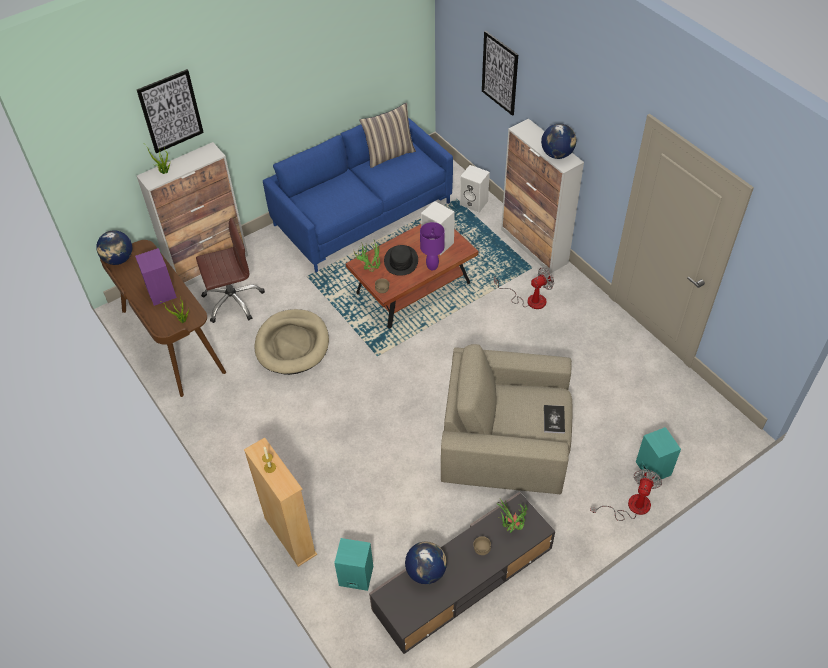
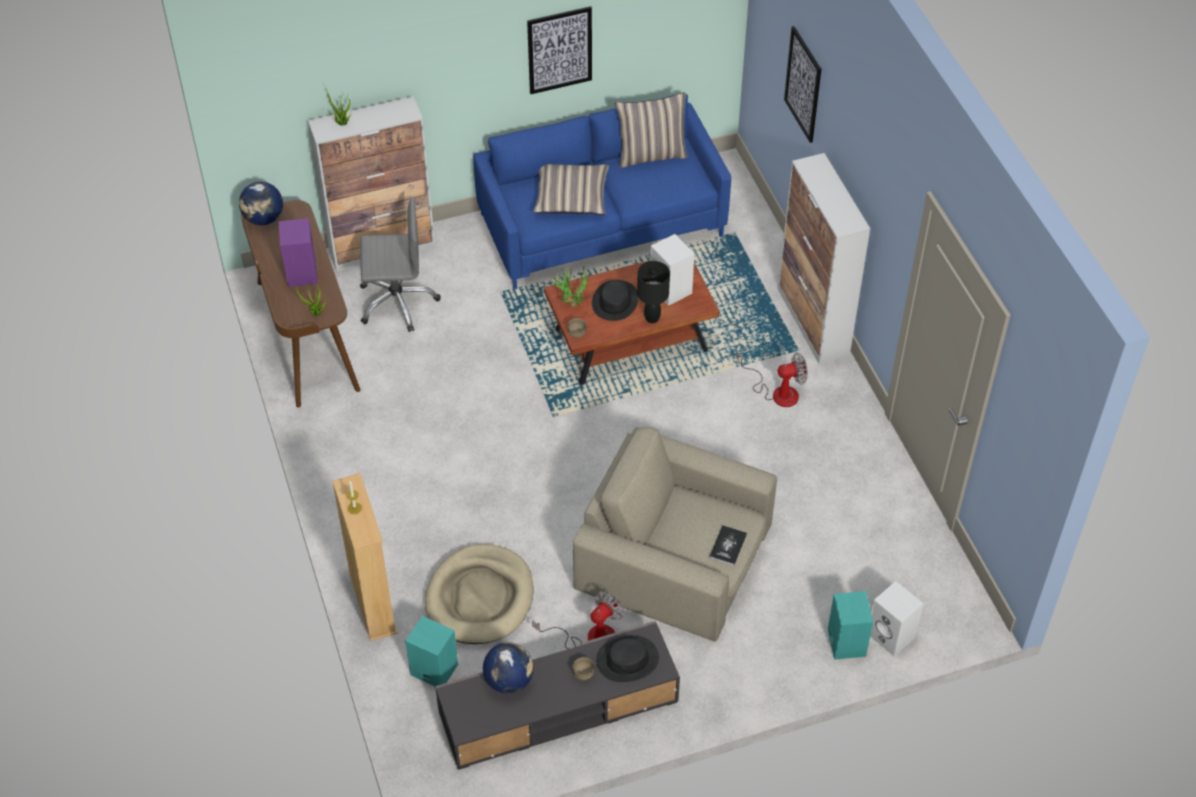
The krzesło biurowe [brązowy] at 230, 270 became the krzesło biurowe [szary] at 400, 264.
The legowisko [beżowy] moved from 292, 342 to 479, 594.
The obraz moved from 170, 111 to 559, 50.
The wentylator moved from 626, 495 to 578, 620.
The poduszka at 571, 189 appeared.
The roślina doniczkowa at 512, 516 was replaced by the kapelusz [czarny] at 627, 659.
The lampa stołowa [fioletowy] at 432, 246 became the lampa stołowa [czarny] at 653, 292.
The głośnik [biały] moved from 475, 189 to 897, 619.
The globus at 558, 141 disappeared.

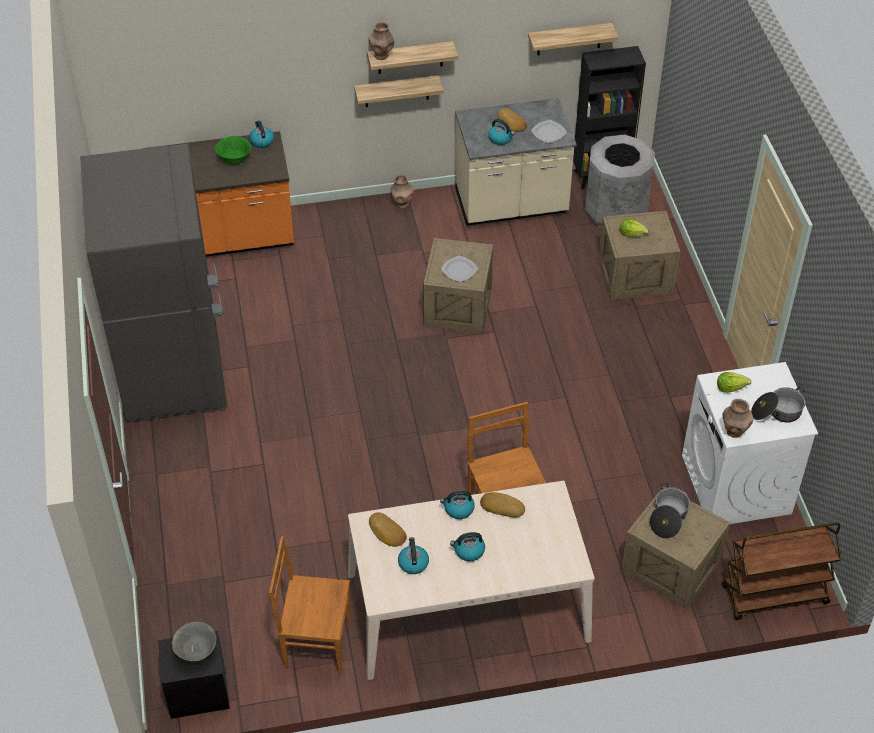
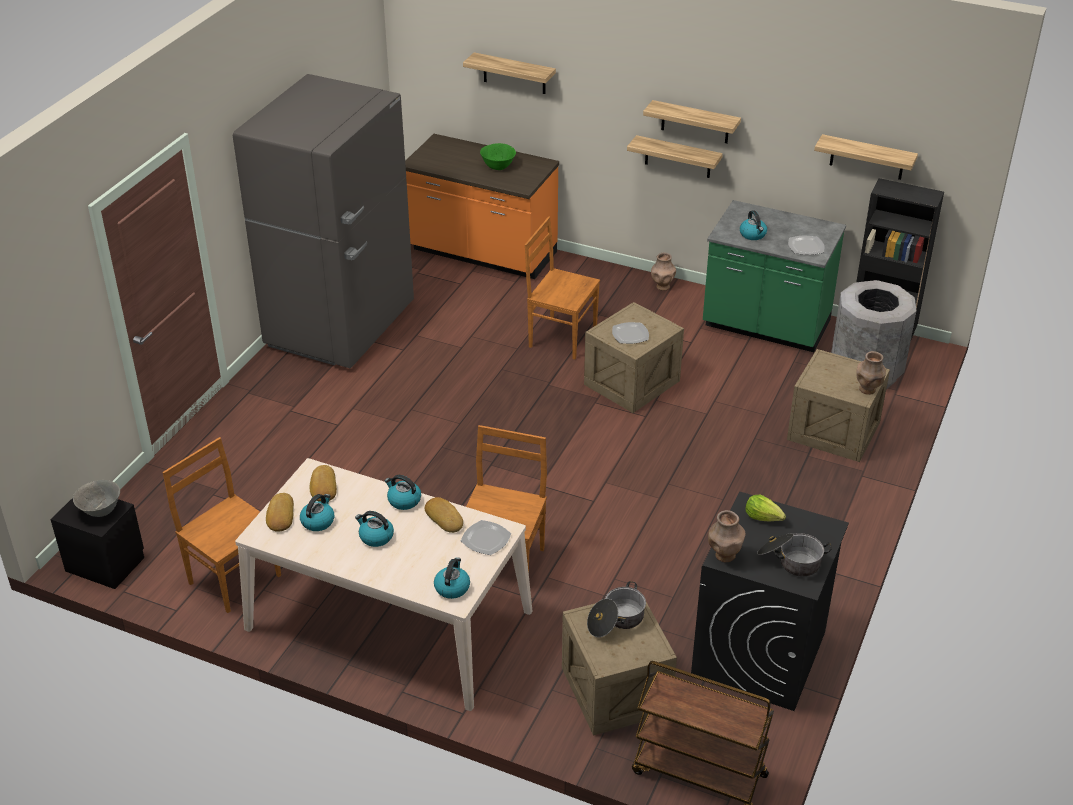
The chleb moved from 512, 120 to 280, 512.
The czajnik moved from 261, 134 to 452, 578.
The talerz at 486, 537 appeared.
The półka at 509, 73 appeared.
The krzesło [brązowy] at 562, 288 appeared.
The pralka [biały] at 750, 443 became the pralka [czarny] at 770, 601.
The zabudowa kuchenna [beżowy] at 516, 162 became the zabudowa kuchenna [zielony] at 774, 276.
The wazon [brązowy] moved from 381, 41 to 871, 373.
The sałata at 634, 227 disappeared.

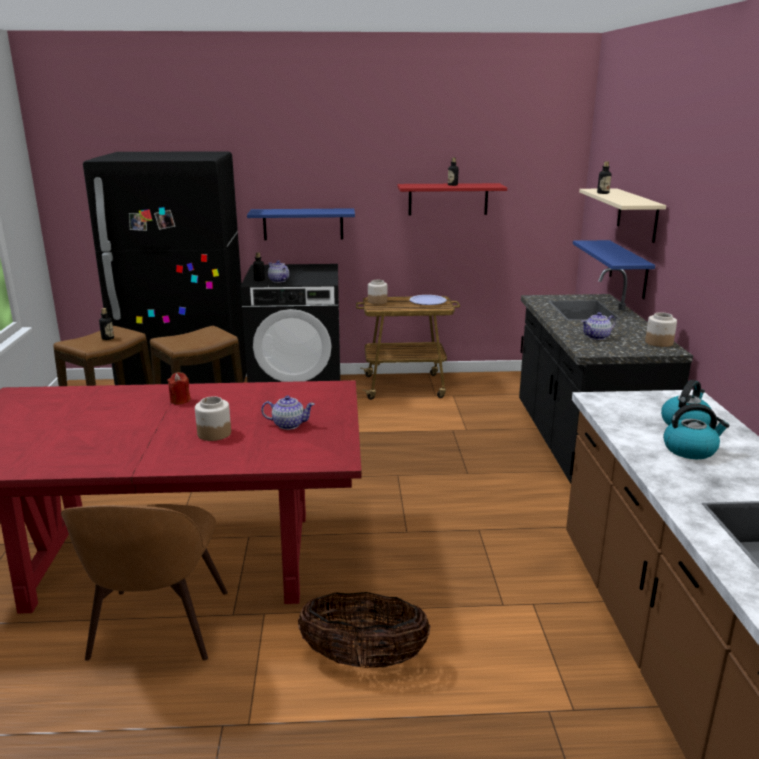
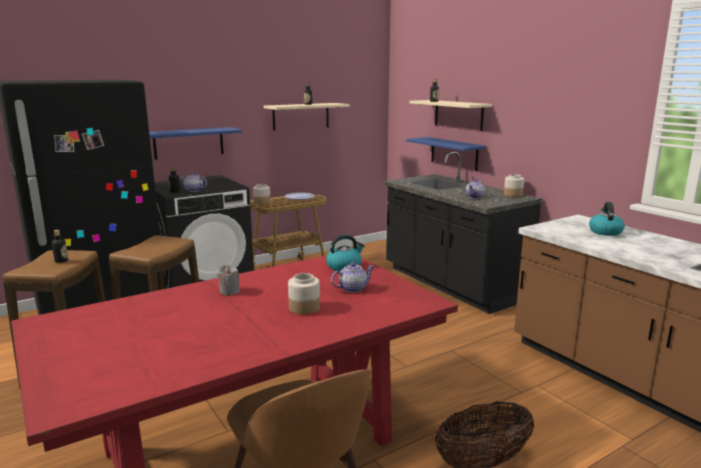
The świeca [czerwony] at 179, 388 became the świeca [szary] at 228, 280.
The półka [czerwony] at 452, 199 became the półka [beżowy] at 307, 117.
The czajnik moved from 696, 431 to 345, 252.

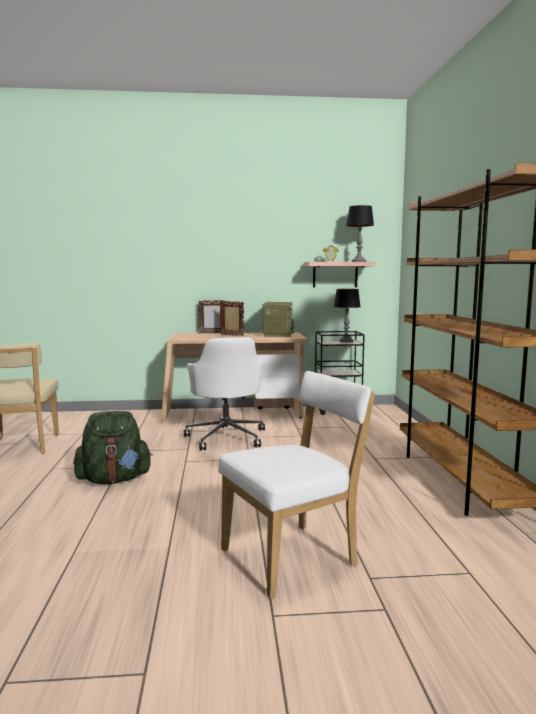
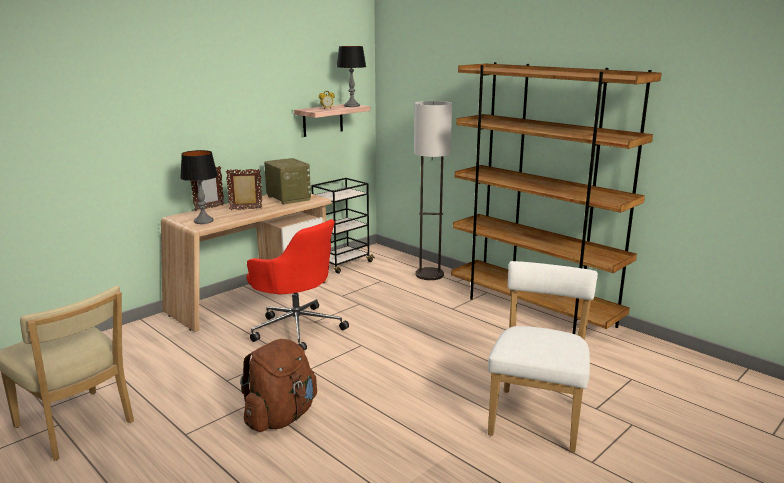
The lampa stołowa moved from 347, 315 to 199, 187.
The plecak [zielony] at 113, 447 became the plecak [brązowy] at 278, 385.
The krzesło biurowe [biały] at 224, 394 became the krzesło biurowe [czerwony] at 298, 284.
The lampa stojąca at 433, 190 appeared.

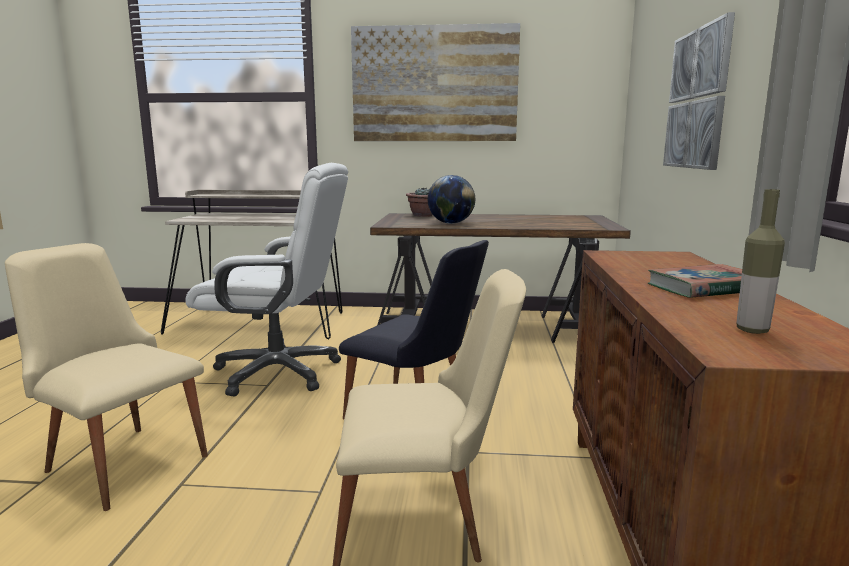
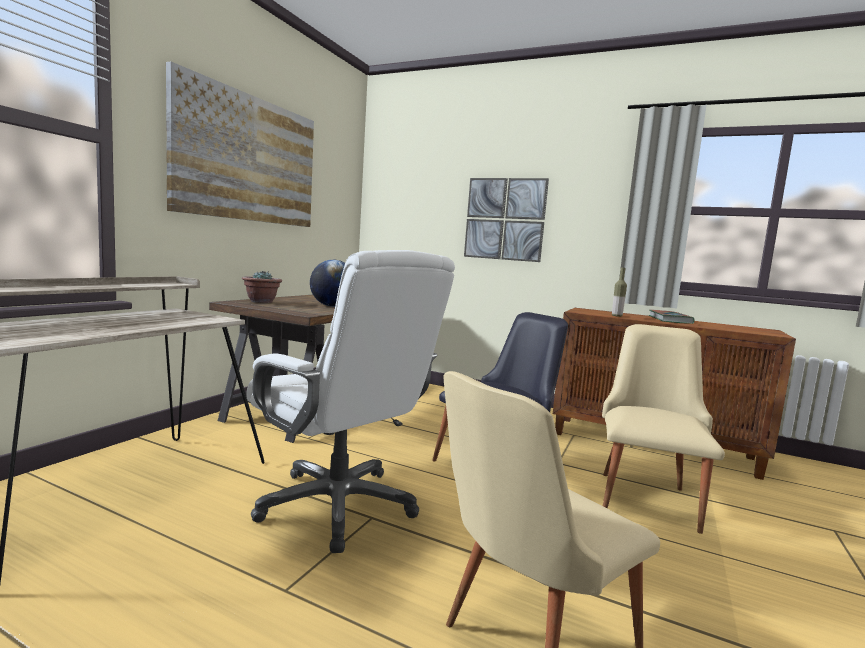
The krzesło biurowe [biały] at 266, 280 turned 105 degrees clockwise.
The butelka moved from 760, 261 to 619, 292.

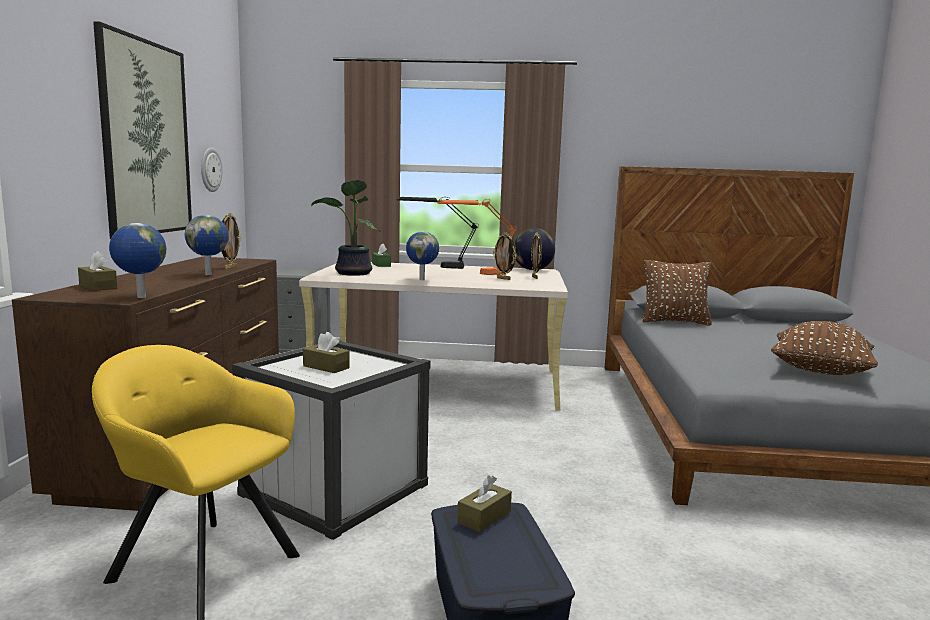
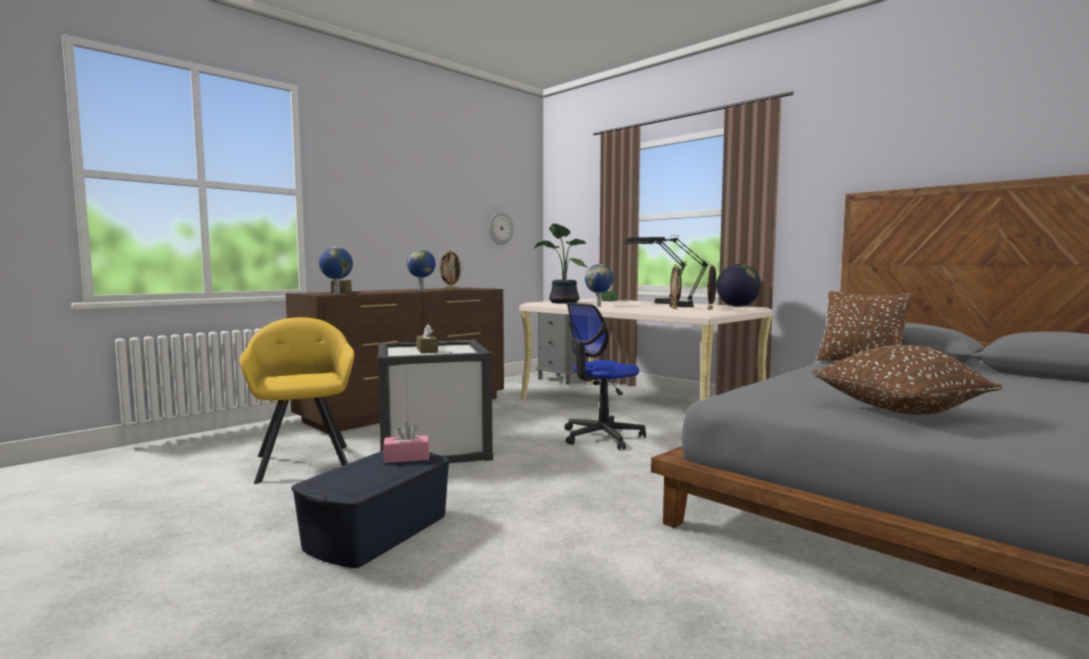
The pudełko chusteczek [brązowy] at 484, 504 became the pudełko chusteczek [różowy] at 406, 442.
The krzesło biurowe at 605, 376 appeared.
The lampa stołowa [pomarańczowy] at 477, 237 became the lampa stołowa [czarny] at 666, 271.
The obraz at 142, 130 disappeared.

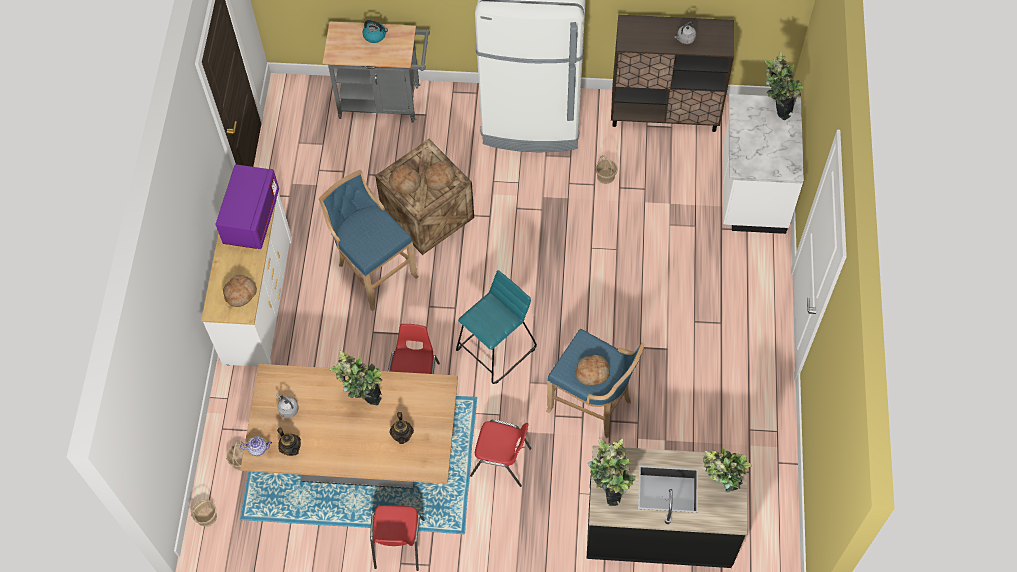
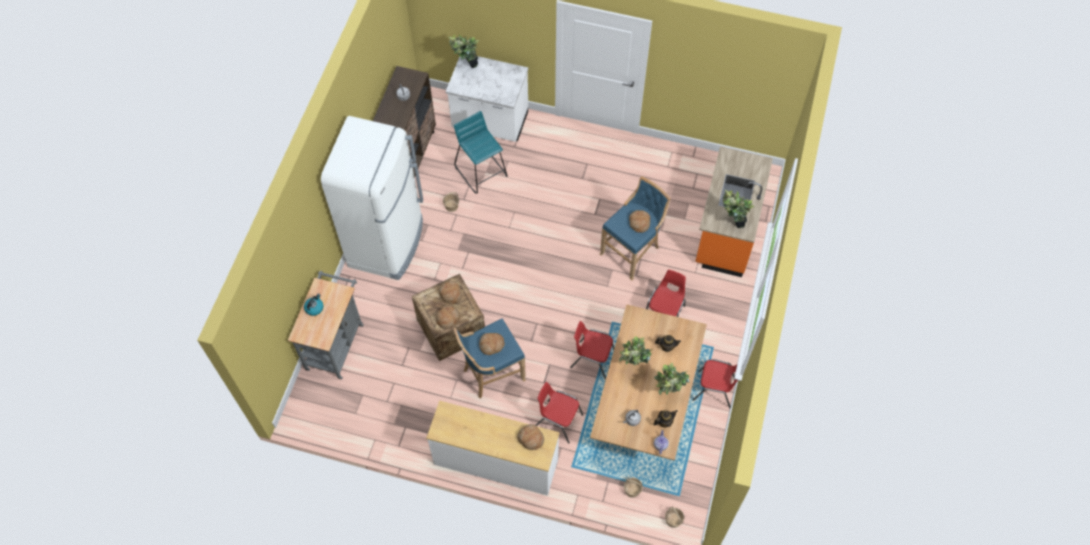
The stołek [turkusowy] moved from 496, 327 to 481, 152.
The chleb at 492, 344 appeared.
The krzesło [czerwony] at 559, 413 appeared.
The roślina doniczkowa moved from 727, 470 to 672, 379.
The zabudowa kuchenna [czarny] at 667, 507 became the zabudowa kuchenna [pomarańczowy] at 734, 211.
The mikrofalówka [fioletowy] at 247, 206 disappeared.

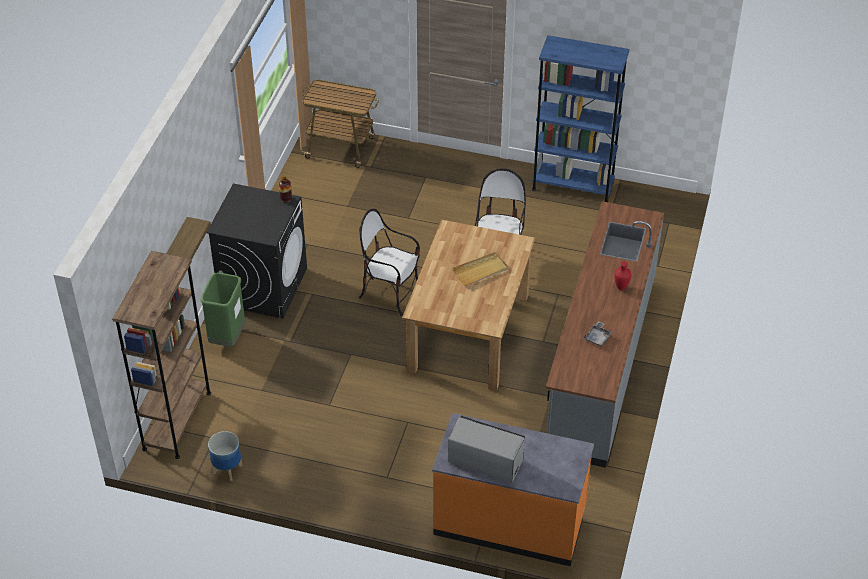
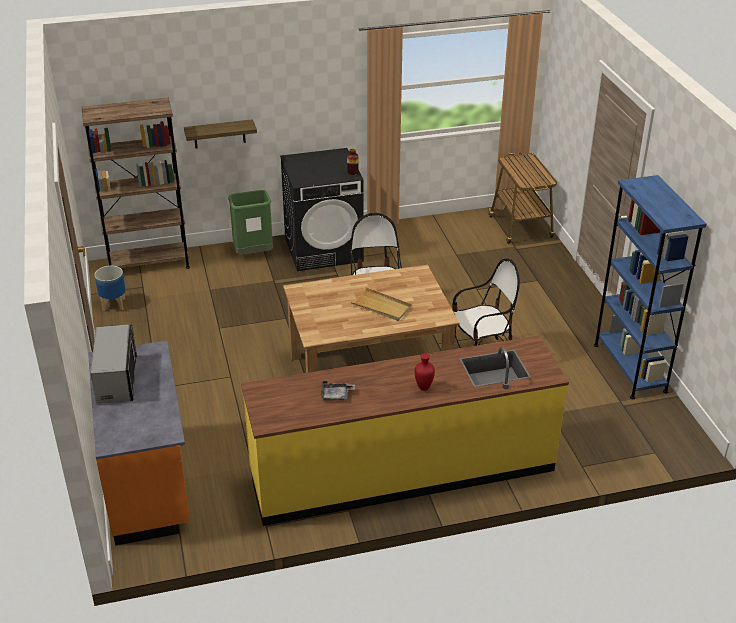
The zabudowa kuchenna [szary] at 605, 334 became the zabudowa kuchenna [żółty] at 405, 431.

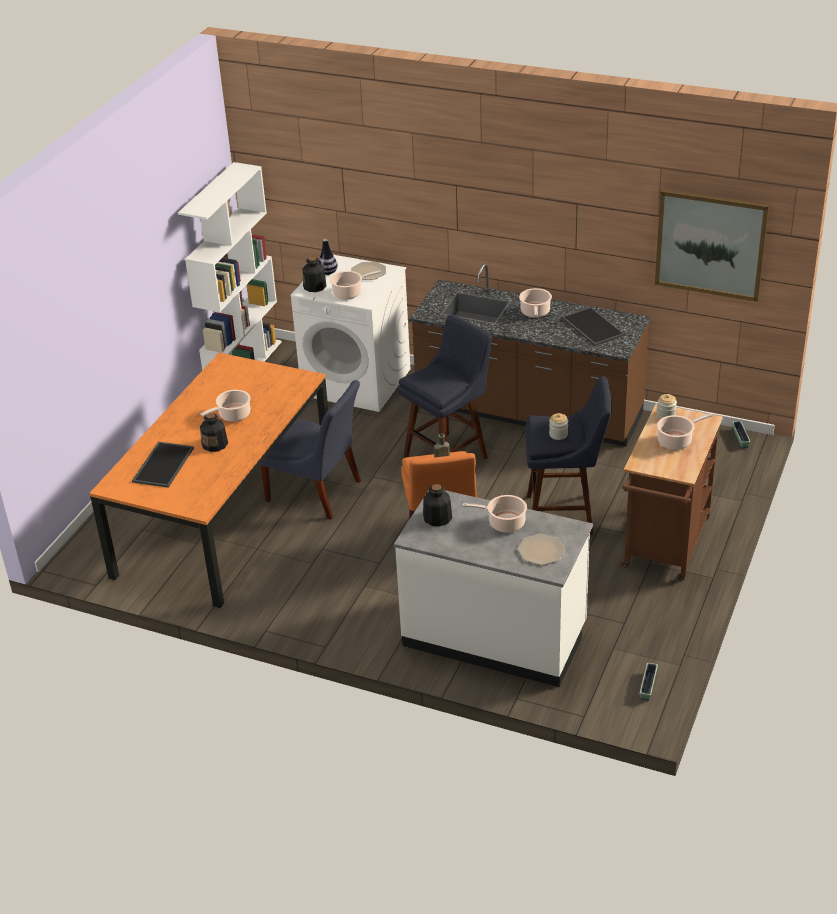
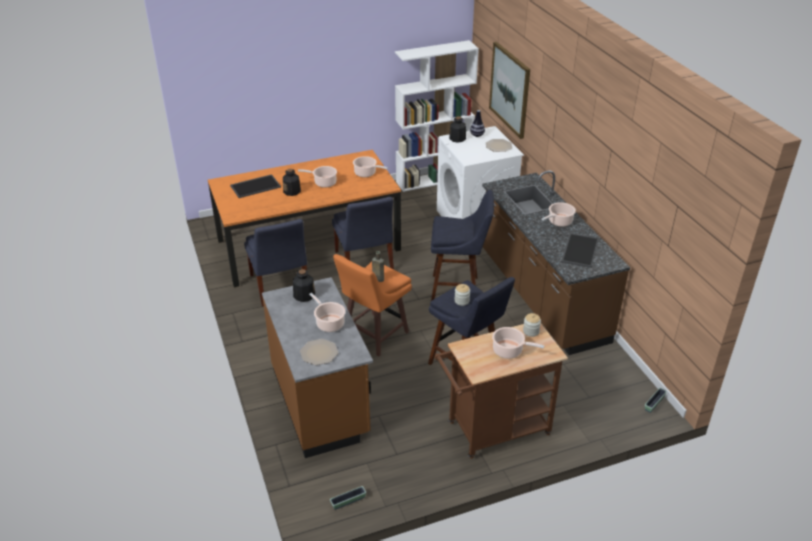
The krzesło [niebieski] at 275, 263 appeared.
The zabudowa kuchenna [biały] at 493, 588 became the zabudowa kuchenna [brązowy] at 317, 367.
The garnek moved from 355, 284 to 370, 166.
The obraz moved from 712, 245 to 509, 90.

